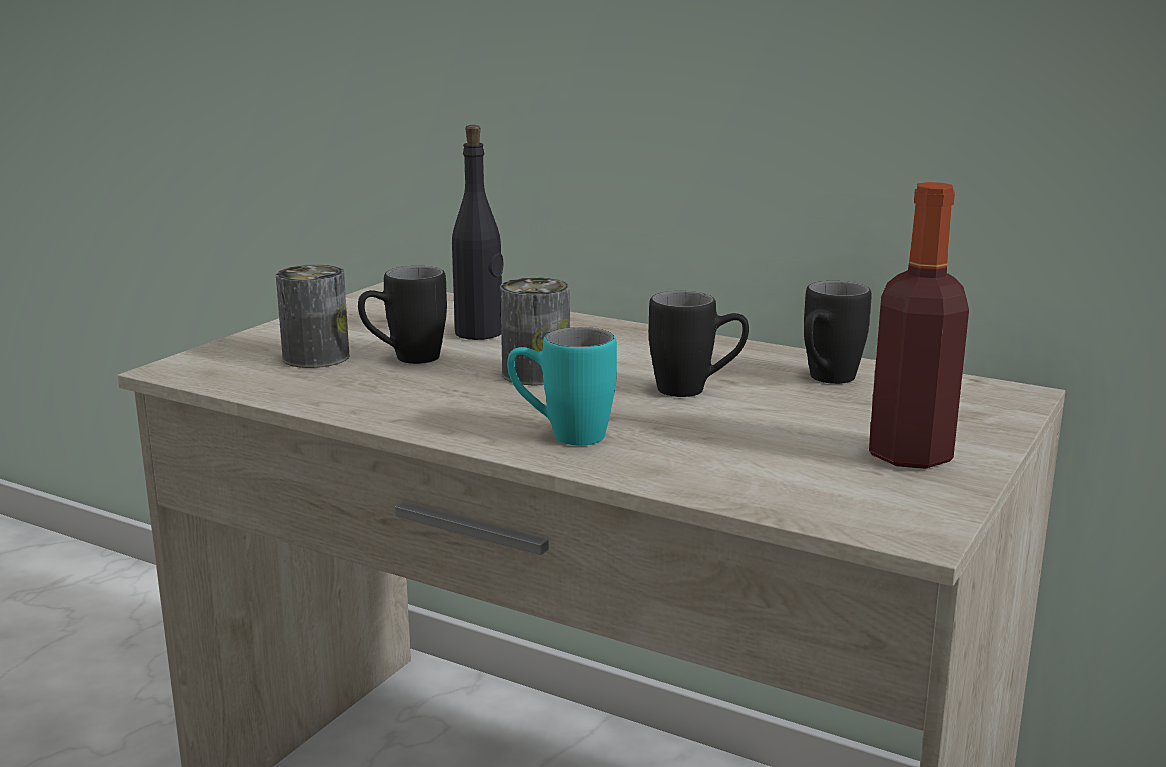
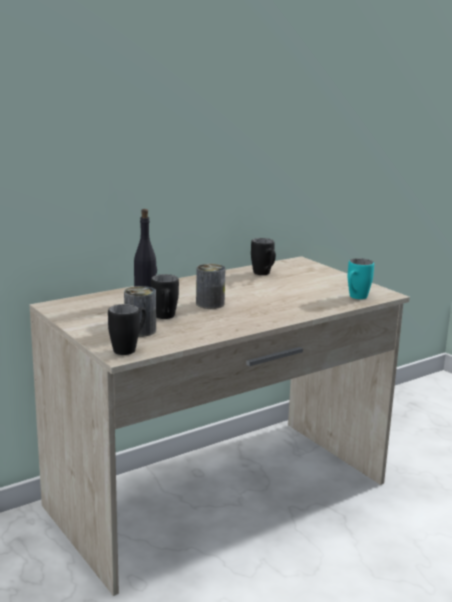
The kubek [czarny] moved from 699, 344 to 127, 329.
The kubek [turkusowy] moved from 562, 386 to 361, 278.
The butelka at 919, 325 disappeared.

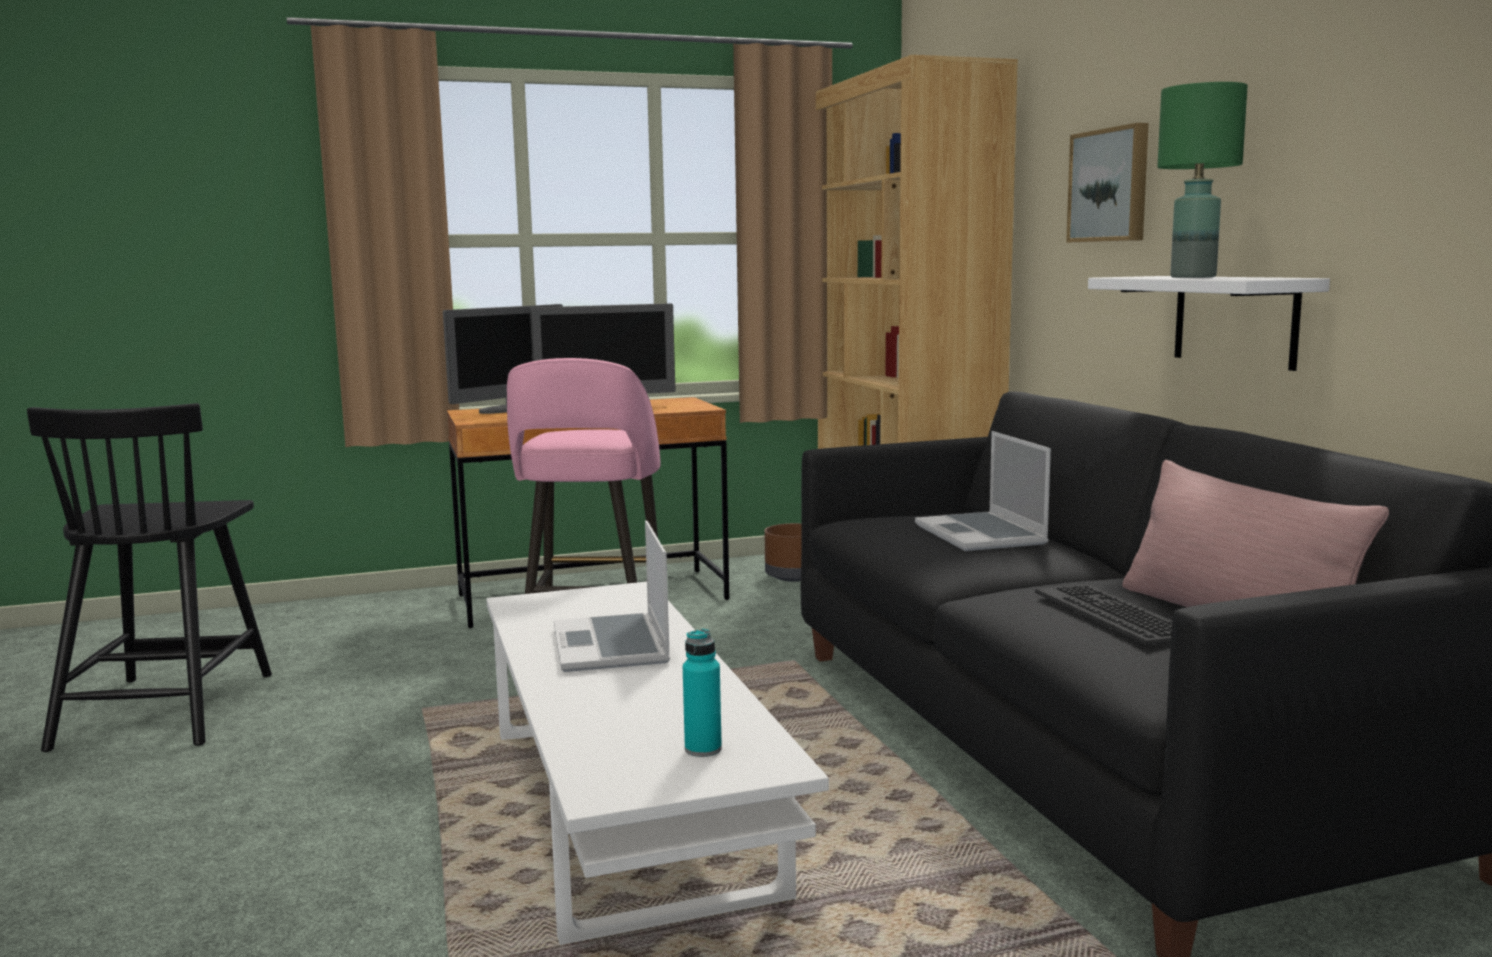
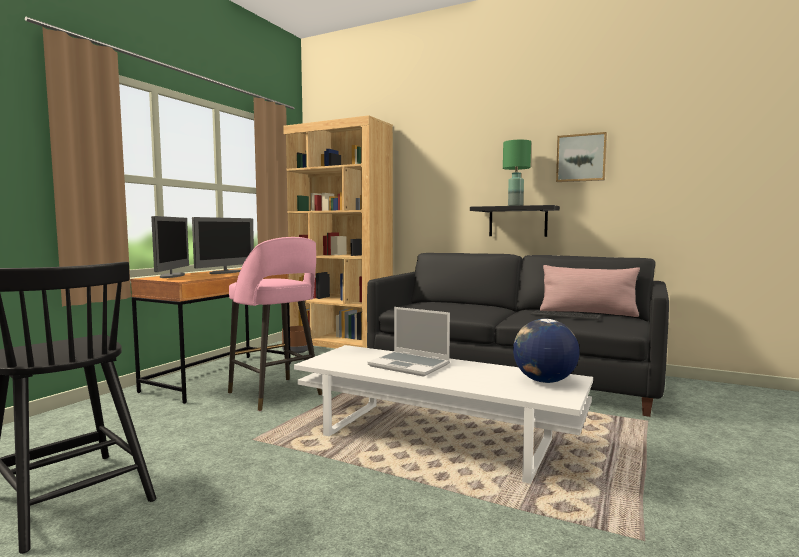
The półka [biały] at 1209, 323 became the półka [czarny] at 515, 221.
The butelka [turkusowy] at 702, 693 was replaced by the globus at 546, 351.
The obraz moved from 1107, 183 to 581, 157.
The laptop at 983, 491 disappeared.

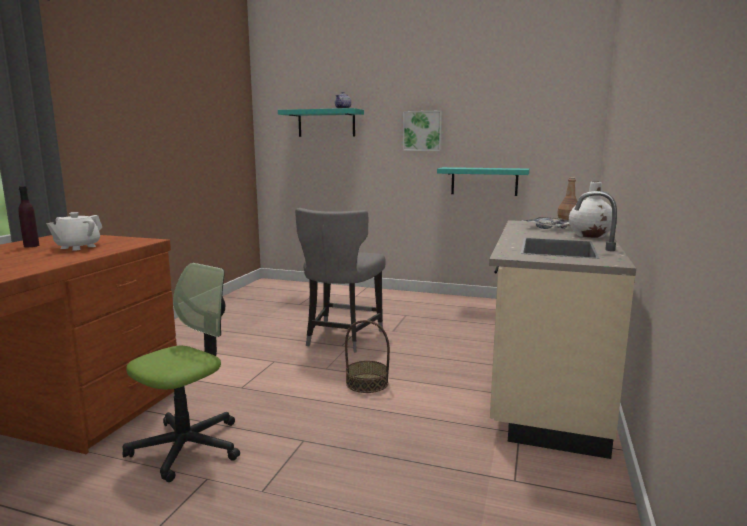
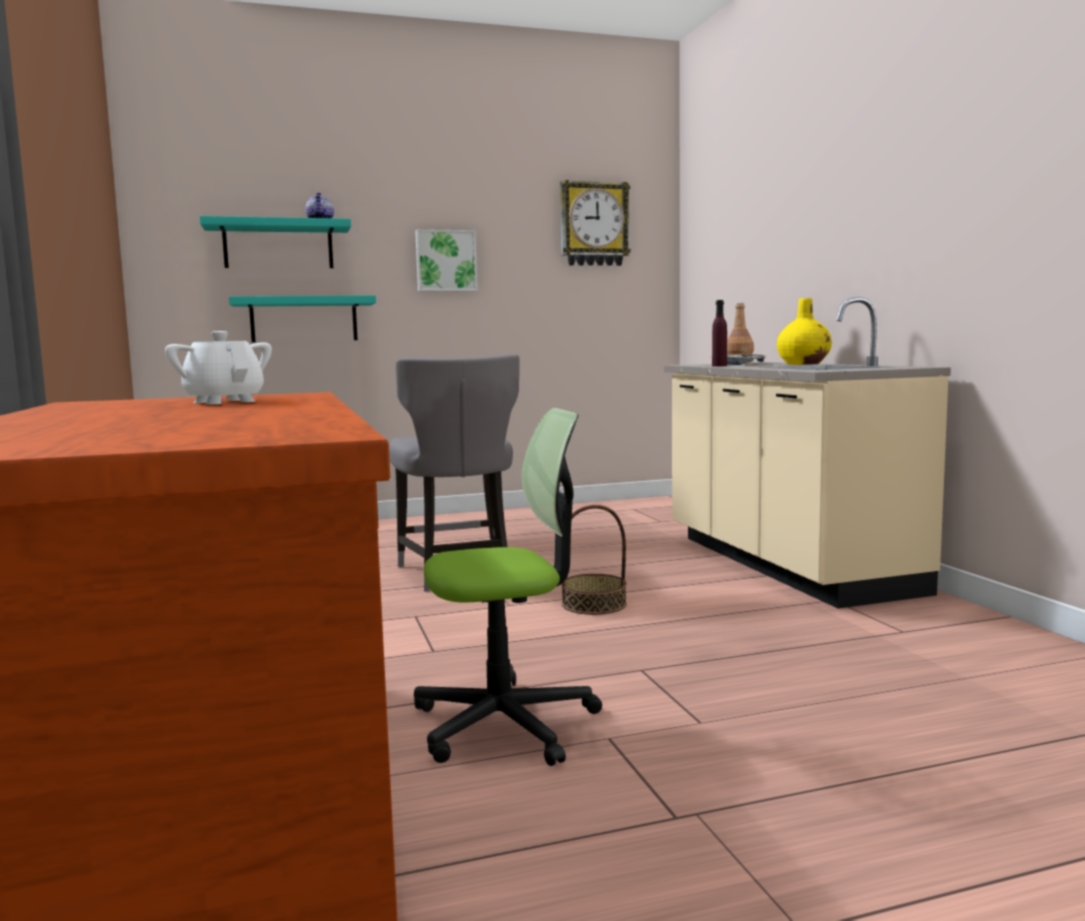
The imbryk [biały] at 74, 231 turned 150 degrees clockwise.
The półka [turkusowy] moved from 483, 181 to 302, 318.
The krzesło biurowe at 181, 372 turned 75 degrees clockwise.
The zegar ścienny at 595, 223 appeared.
The butelka [fioletowy] moved from 29, 216 to 719, 333.
The wazon [biały] at 590, 210 became the wazon [żółty] at 804, 331.

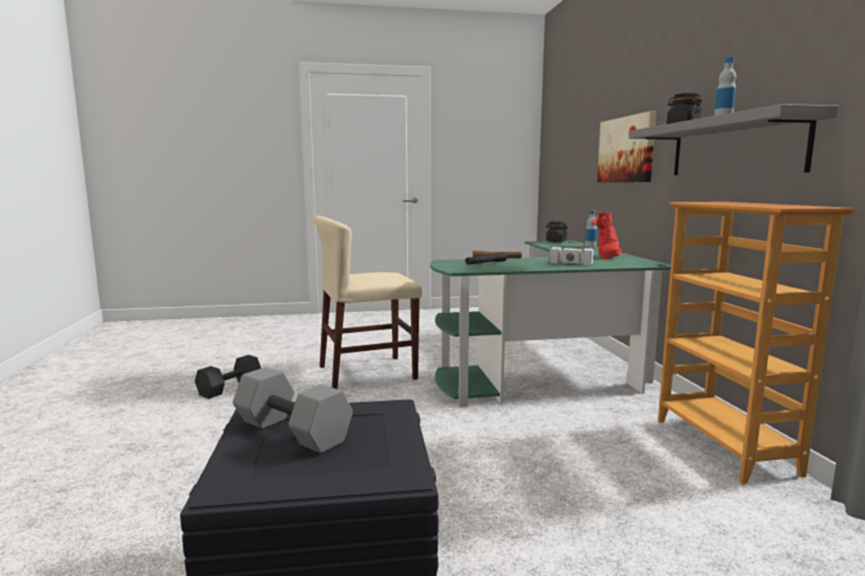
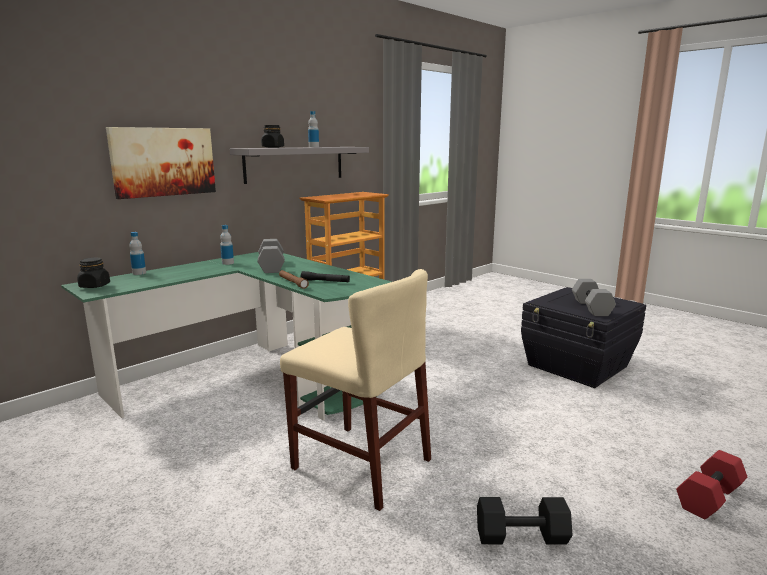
The but z cholewką [czerwony] at 606, 235 was replaced by the butelka at 227, 245.
The młotek at 571, 256 was replaced by the hantel [szary] at 271, 256.
The hantel [czerwony] at 711, 484 appeared.

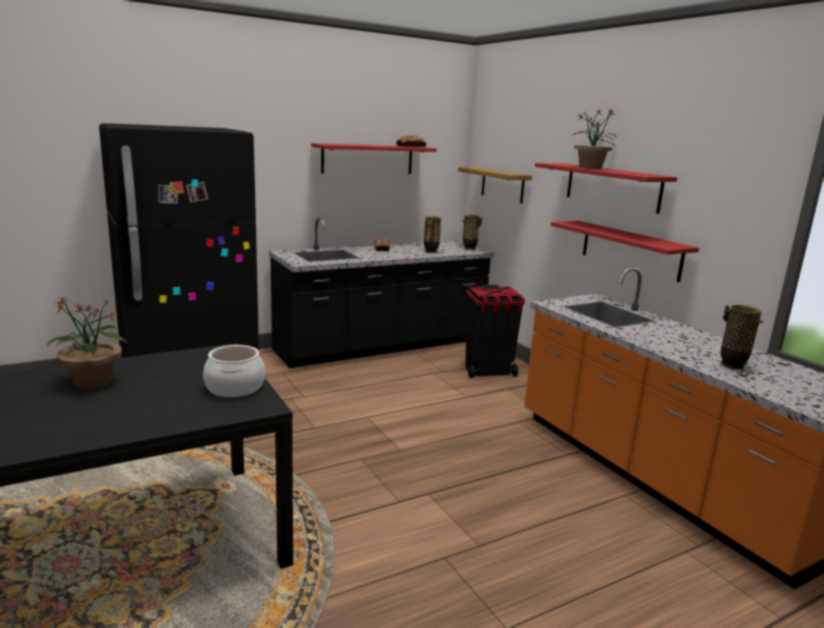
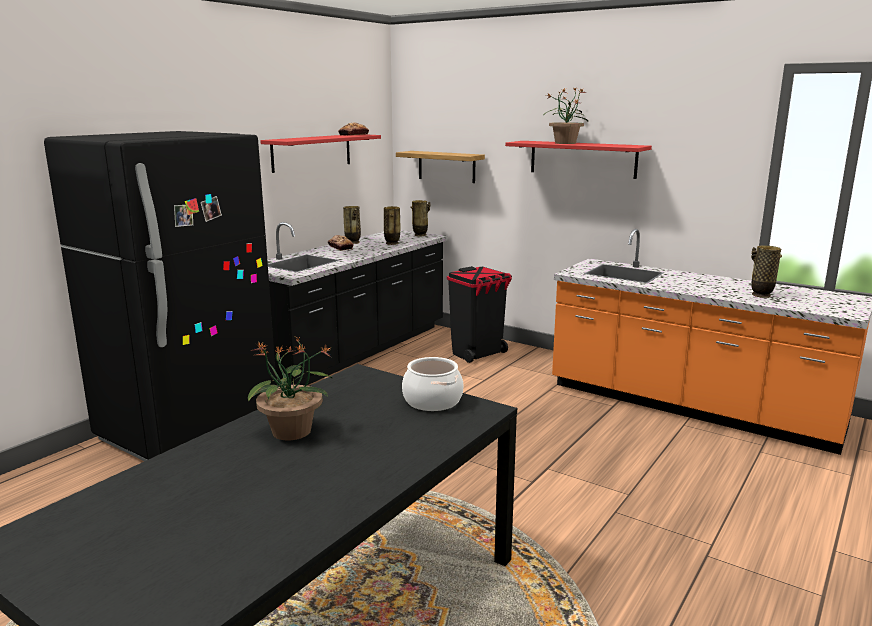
The wazon at 352, 225 appeared.
The półka [czerwony] at 625, 251 disappeared.

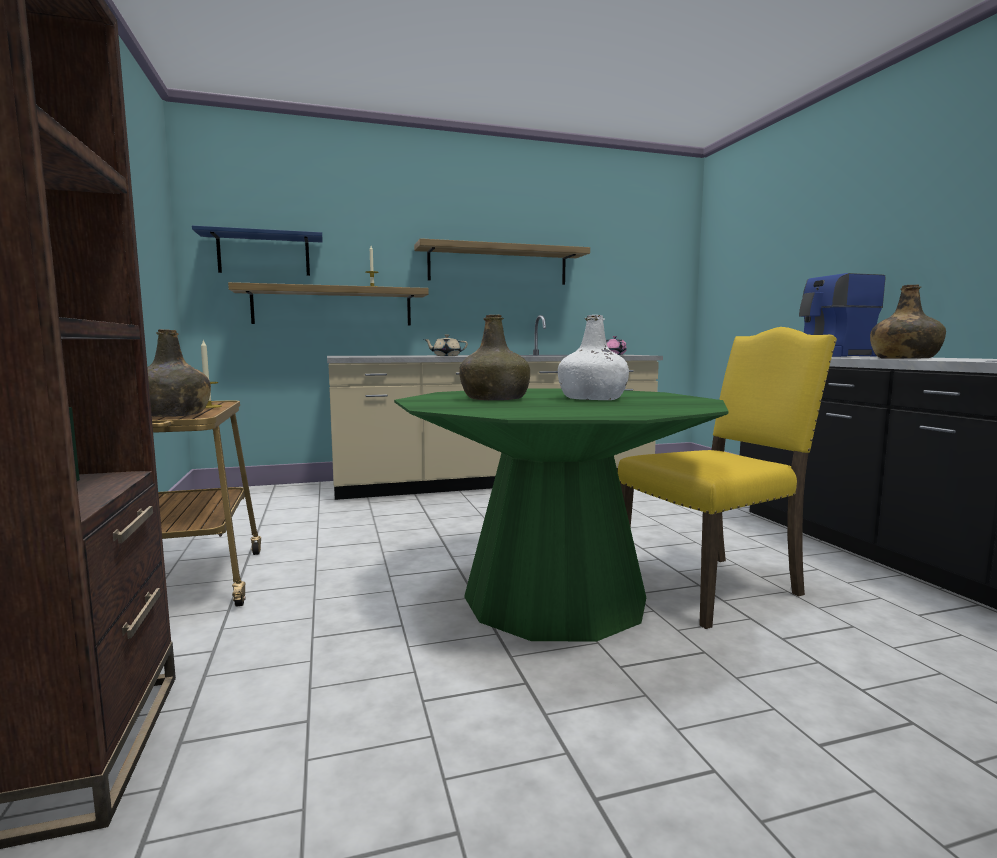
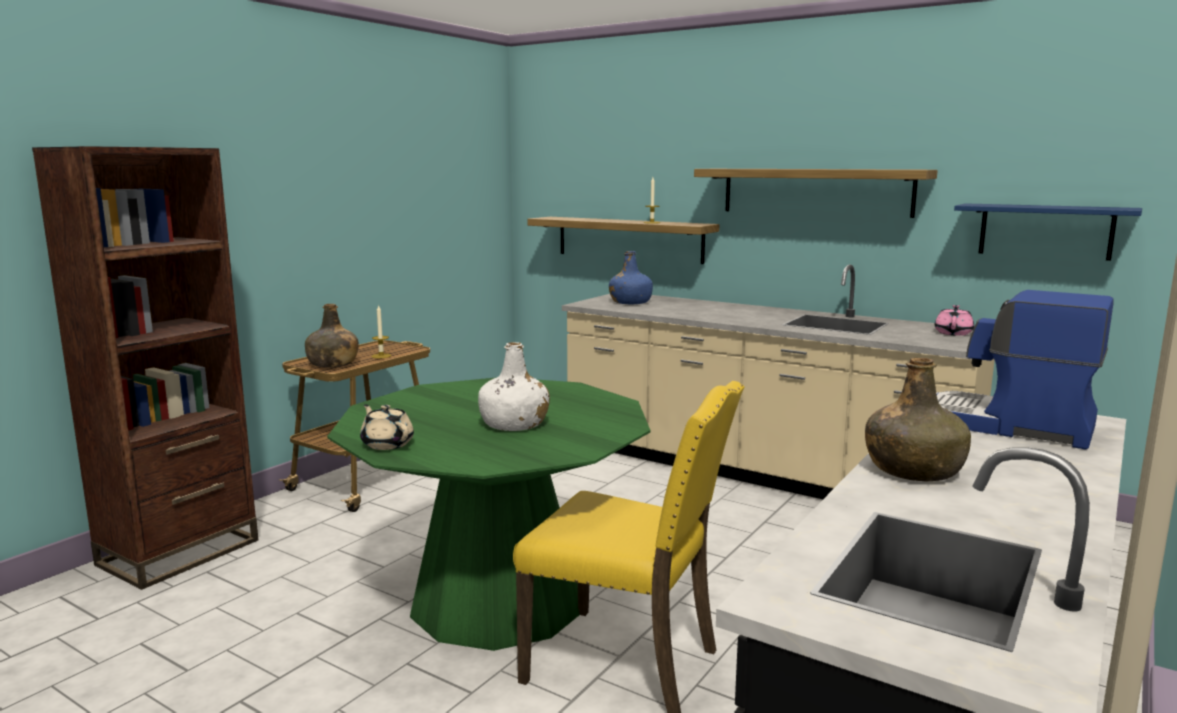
The imbryk [beżowy] moved from 446, 345 to 387, 427.
The butelka [niebieski] at 631, 277 appeared.
The półka [niebieski] moved from 257, 250 to 1048, 232.
The butelka [zielony] at 494, 357 disappeared.

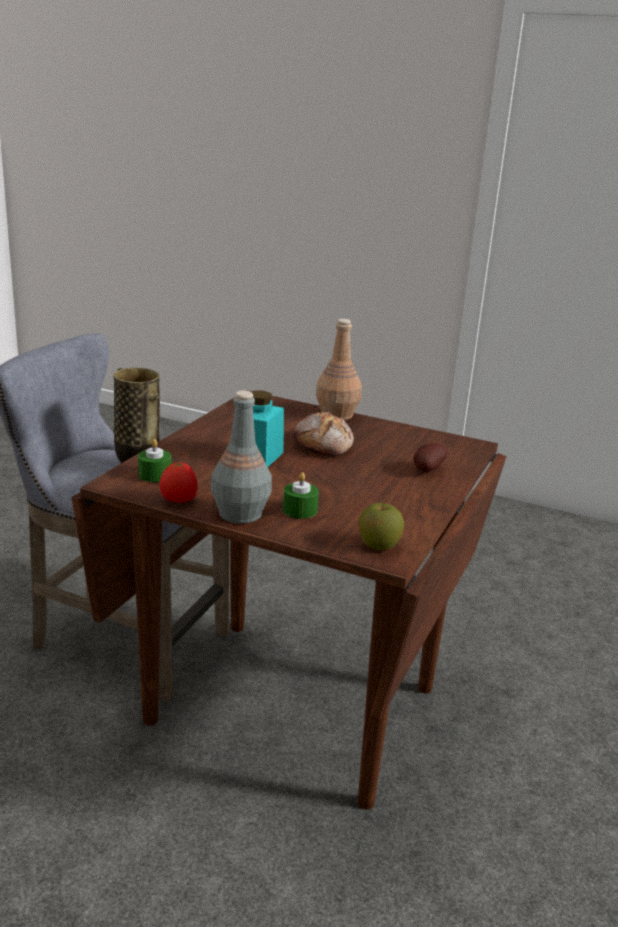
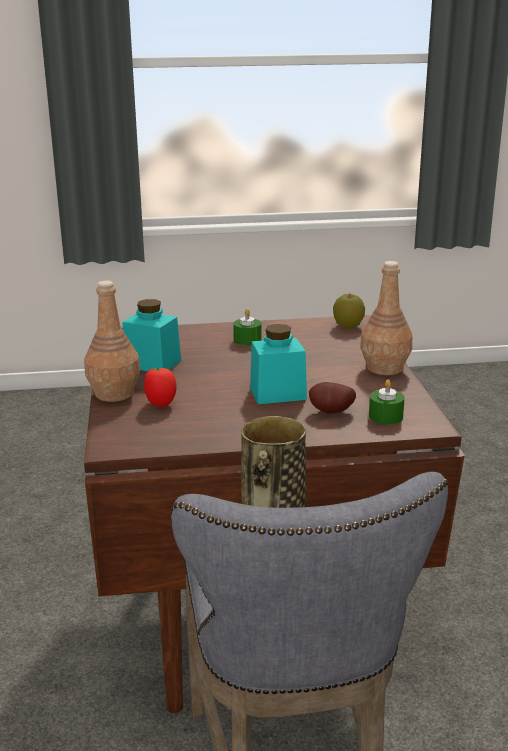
The słoik [turkusowy] at 152, 335 appeared.
The pomidor moved from 178, 482 to 160, 387.
The świeca [zielony] moved from 301, 495 to 247, 327.
The ziemniak moved from 430, 457 to 332, 398.
The butelka [szary] at 241, 457 became the butelka [brązowy] at 386, 318.
The chleb at 323, 433 disappeared.

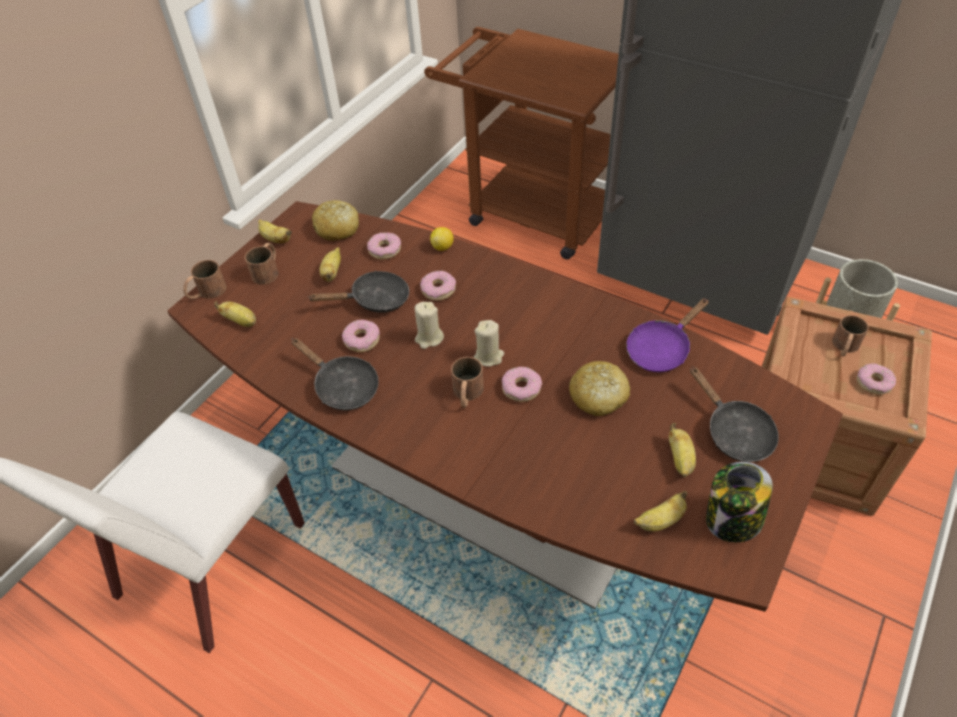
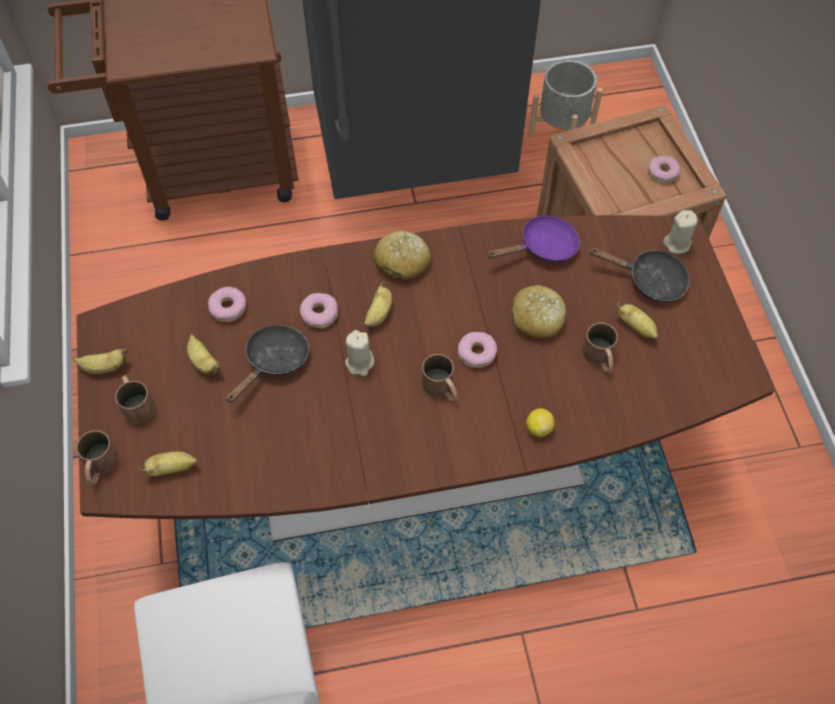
The banan moved from 660, 511 to 378, 304.
The chleb moved from 335, 220 to 402, 255.
The patelnia [fioletowy] at 667, 335 turned 120 degrees counterclockwise.
The cytryna moved from 442, 239 to 540, 422.
The kubek [brązowy] moved from 850, 335 to 600, 348.
The świeca [beżowy] moved from 489, 343 to 680, 232.
The patelnia [czarny] at 335, 374 disappeared.
The donut at 361, 336 disappeared.
The słoik at 739, 502 disappeared.

